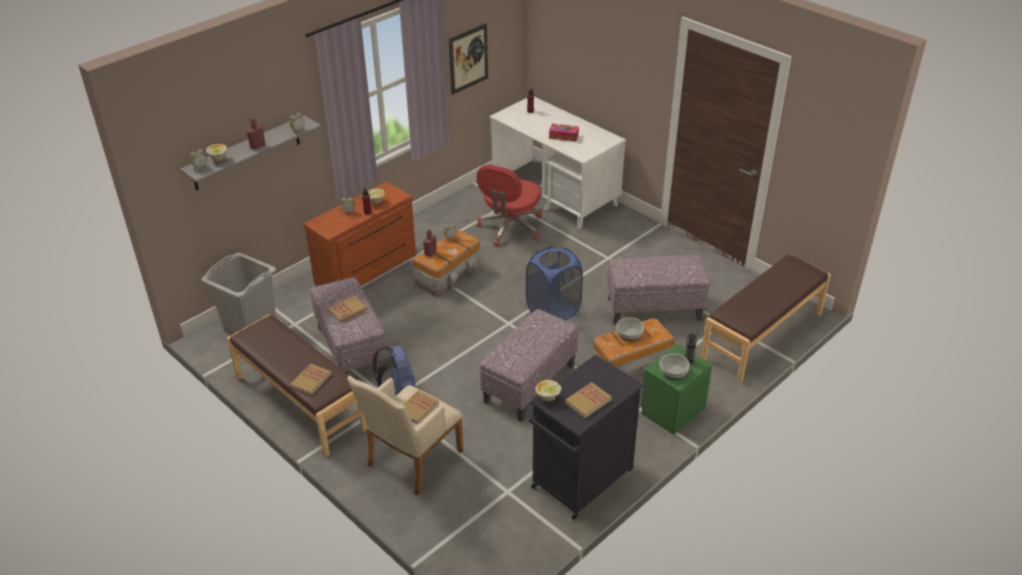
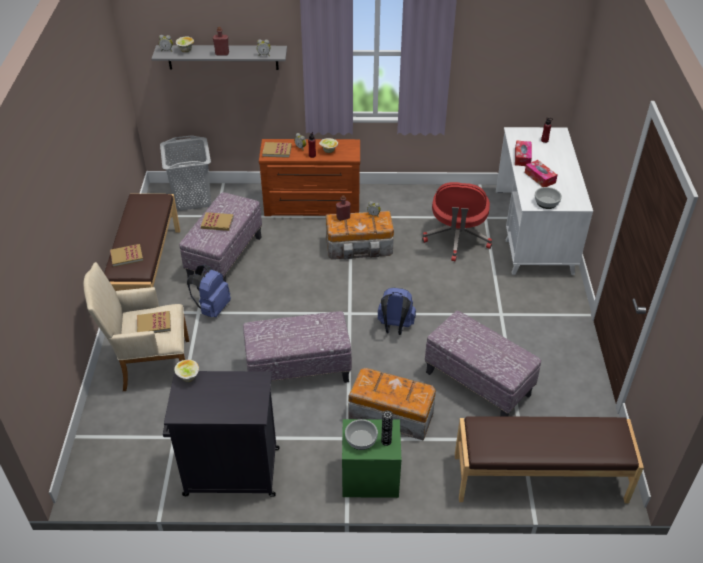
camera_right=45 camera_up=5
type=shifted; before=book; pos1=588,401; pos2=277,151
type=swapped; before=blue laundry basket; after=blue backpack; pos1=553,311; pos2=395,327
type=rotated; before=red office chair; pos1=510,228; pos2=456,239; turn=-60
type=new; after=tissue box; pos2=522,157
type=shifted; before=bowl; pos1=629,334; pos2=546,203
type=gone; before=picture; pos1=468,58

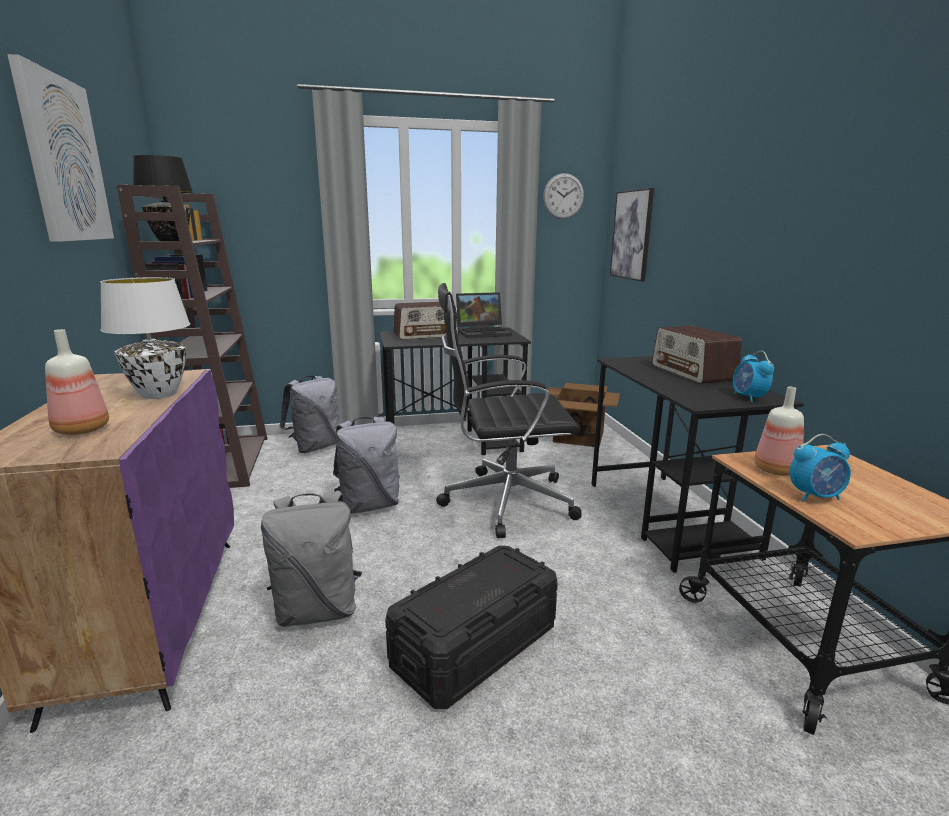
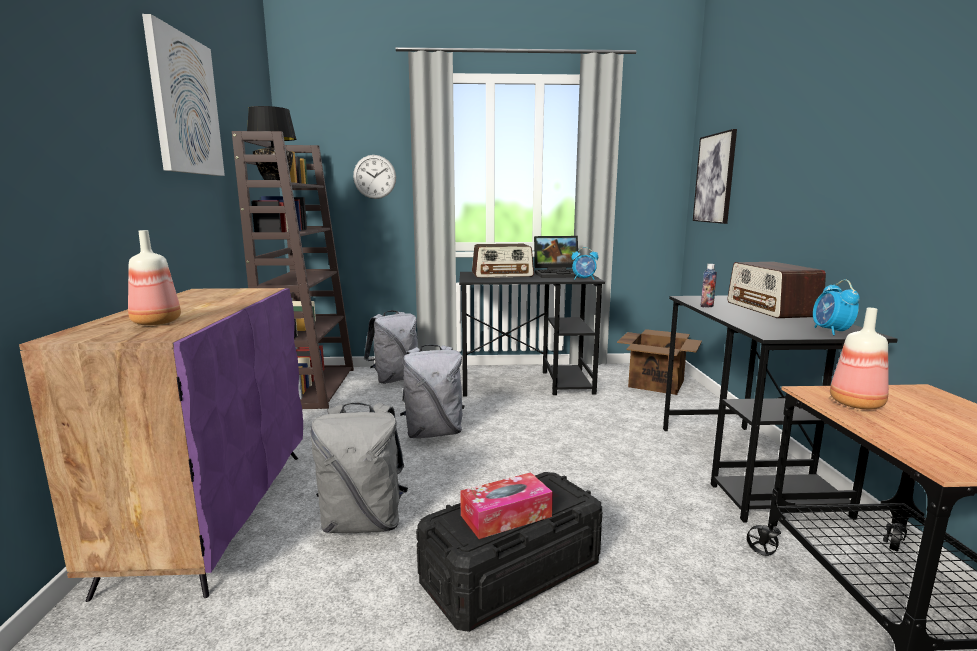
camera_right=10 camera_up=-5
type=shifted; before=wall clock; pos1=563,196; pos2=374,177
type=new; after=tissue box; pos2=506,516
type=shifted; before=alarm clock; pos1=815,497; pos2=584,279
type=new; after=bottle; pos2=707,306
type=gone; before=white table lamp; pos1=159,395
type=gone; before=black office chair; pos1=504,501

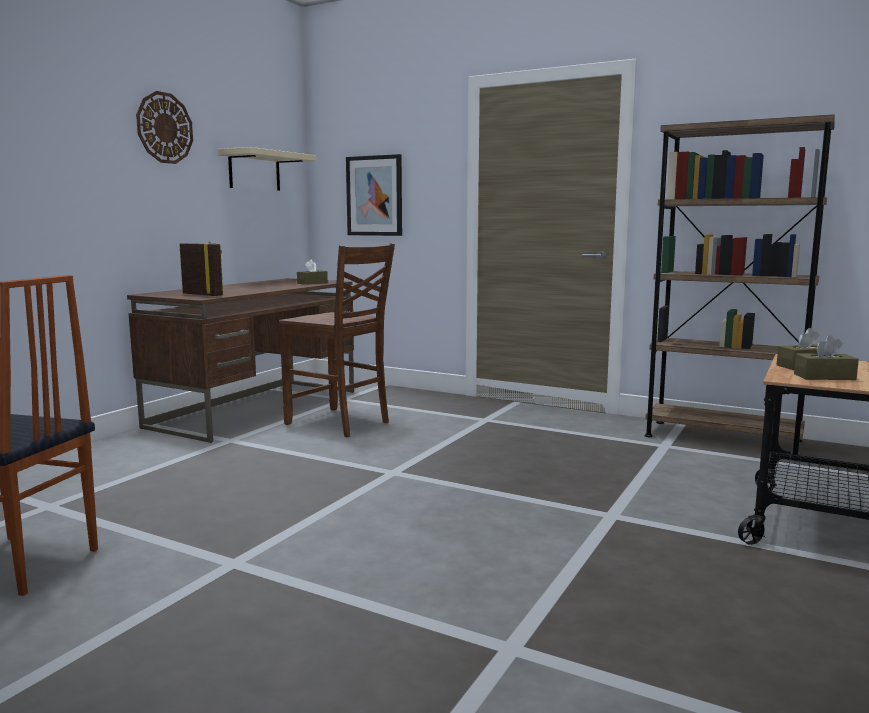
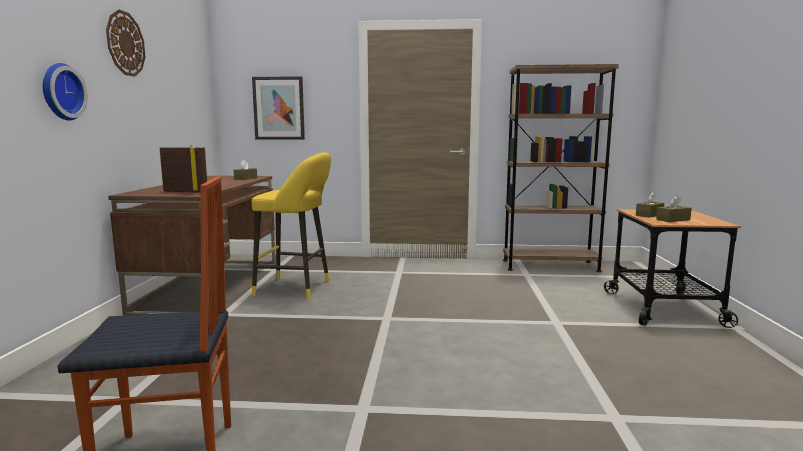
camera_right=-25 camera_up=0
type=new; after=wall clock; pos2=60,92
type=swapped; before=brown chair; after=yellow stool; pos1=339,423; pos2=297,288
type=gone; before=beige shelf; pos1=254,171

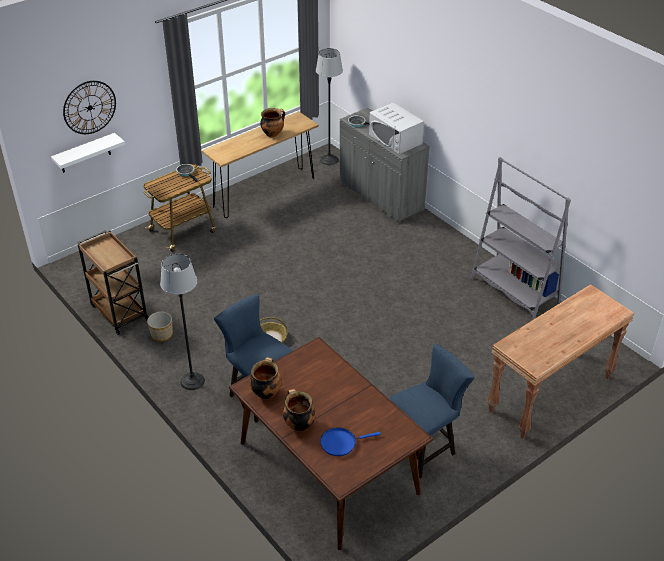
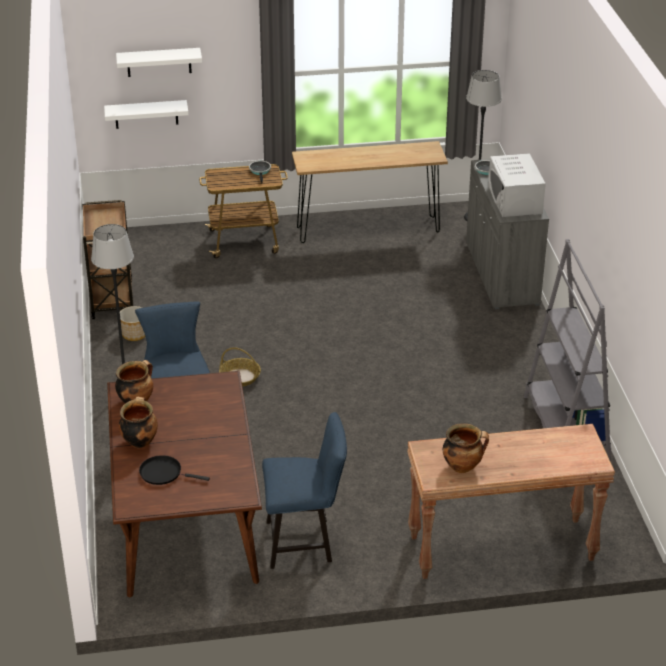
camera_right=30 camera_up=-5
type=swapped; before=wall clock; after=white shelf; pos1=89,107; pos2=159,62
type=repainted; before=blue frying pan; after=black frying pan; pos1=340,443; pos2=163,473
type=shifted; before=cooking pot; pos1=273,134; pos2=463,466

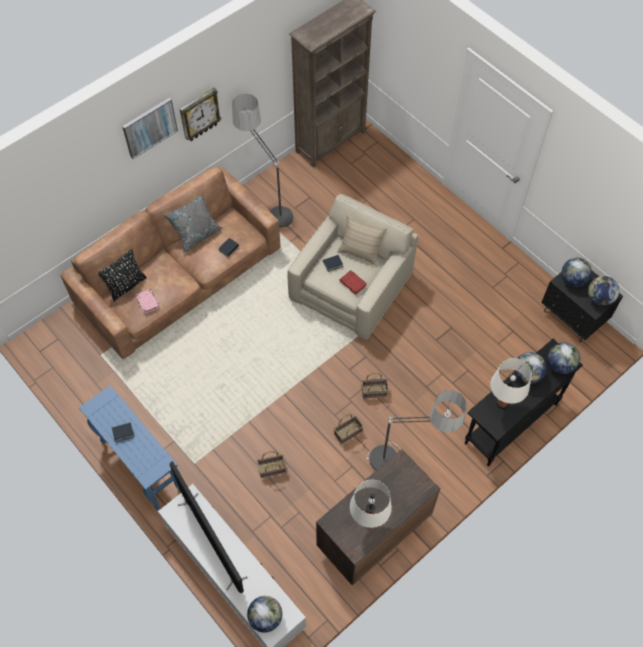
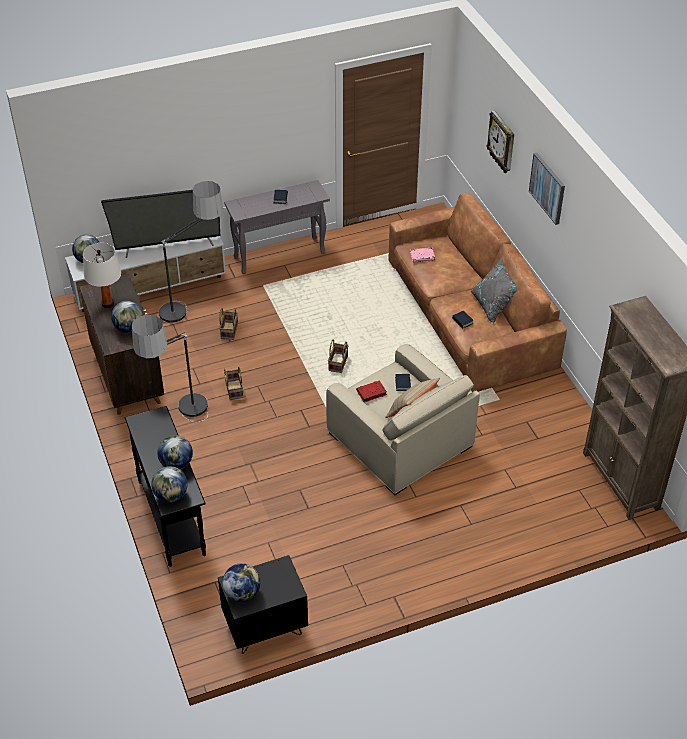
camera_right=110 camera_up=-15
type=shifted; before=globe; pos1=572,280; pos2=129,328
type=shifted; before=floor lamp; pos1=267,206; pos2=194,308
type=repainted; before=blue console table; after=grey console table; pos1=140,465; pos2=280,255
type=shifted; before=basket; pos1=374,391; pos2=338,364
type=shifted; before=wall clock; pos1=199,114; pos2=502,143
type=gone; before=black pillow; pos1=126,286
type=gone; before=white table lamp; pos1=502,403

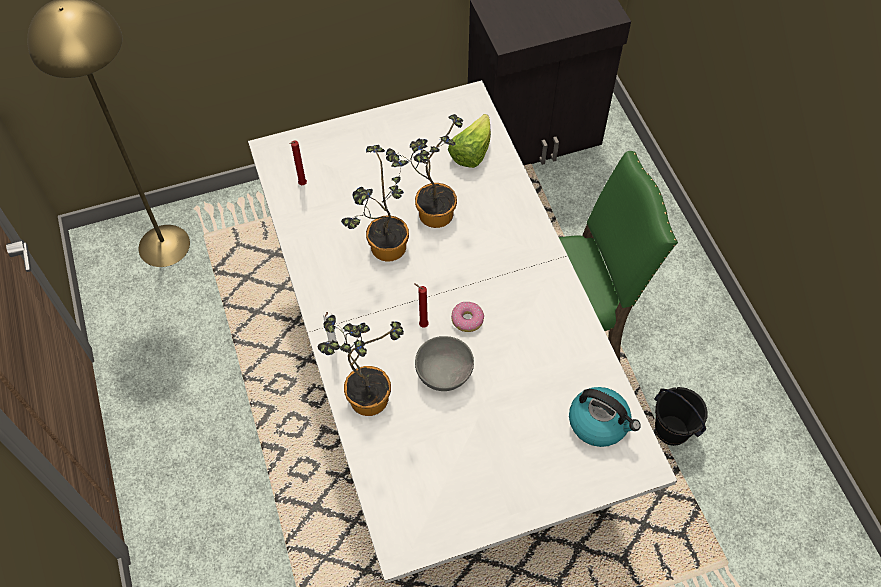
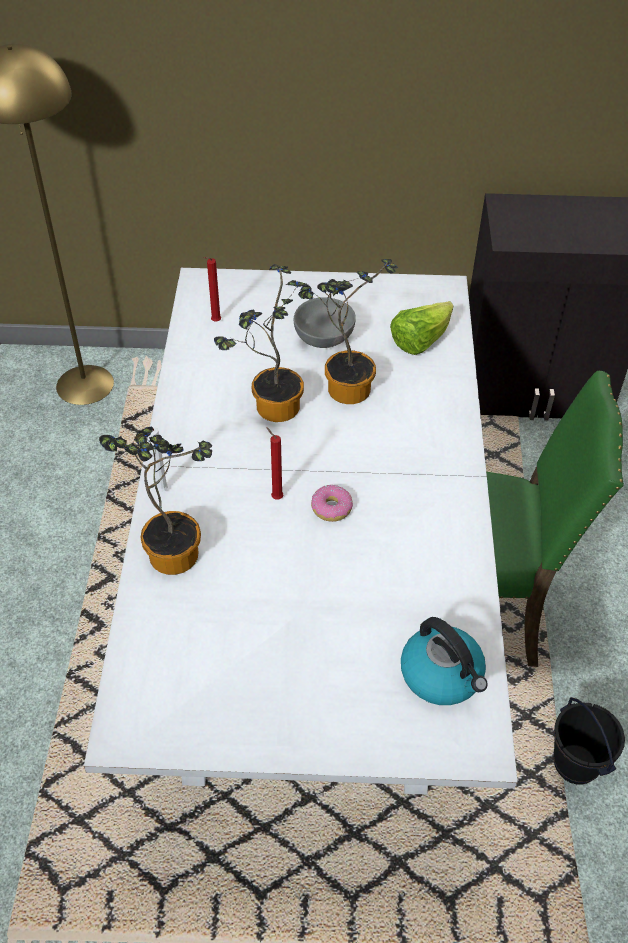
camera_right=20 camera_up=-10
type=shifted; before=grey bowl; pos1=445,374; pos2=324,339

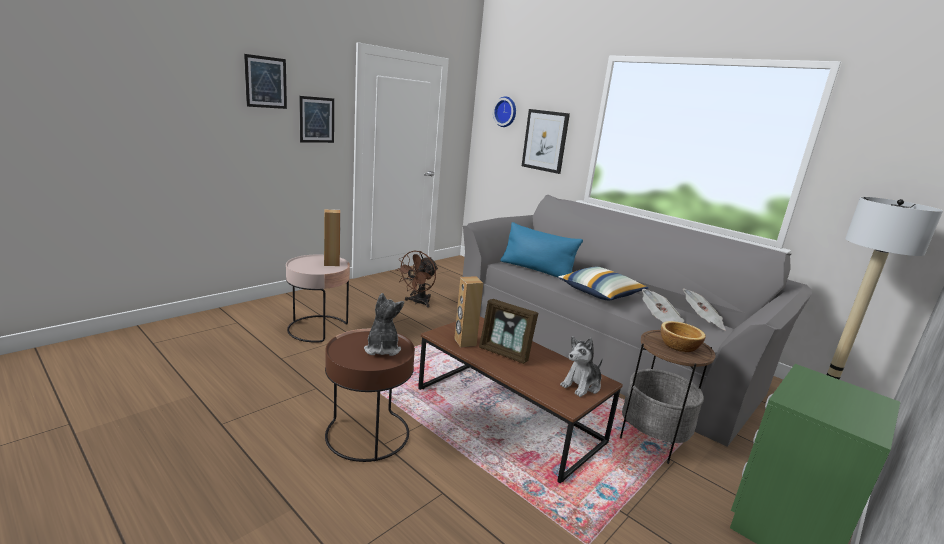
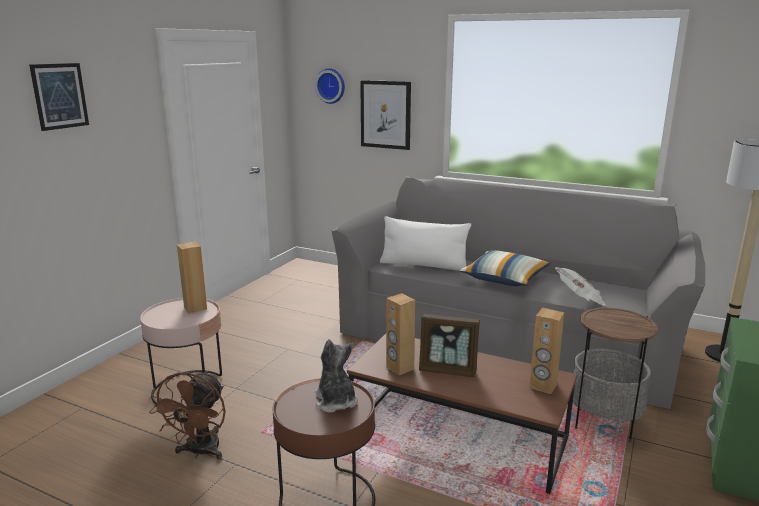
camera_right=-15 camera_up=0
type=shifted; before=brown fan; pos1=418,302; pos2=200,452
type=repainted; before=blue pillow; after=white pillow; pos1=536,270; pos2=423,265
type=swapped; before=plush toy; after=brown speaker; pos1=582,385; pos2=543,386
type=gone; before=picture; pos1=317,120
type=gone; before=bowl; pos1=678,346
type=gone; before=newspaper; pos1=701,321

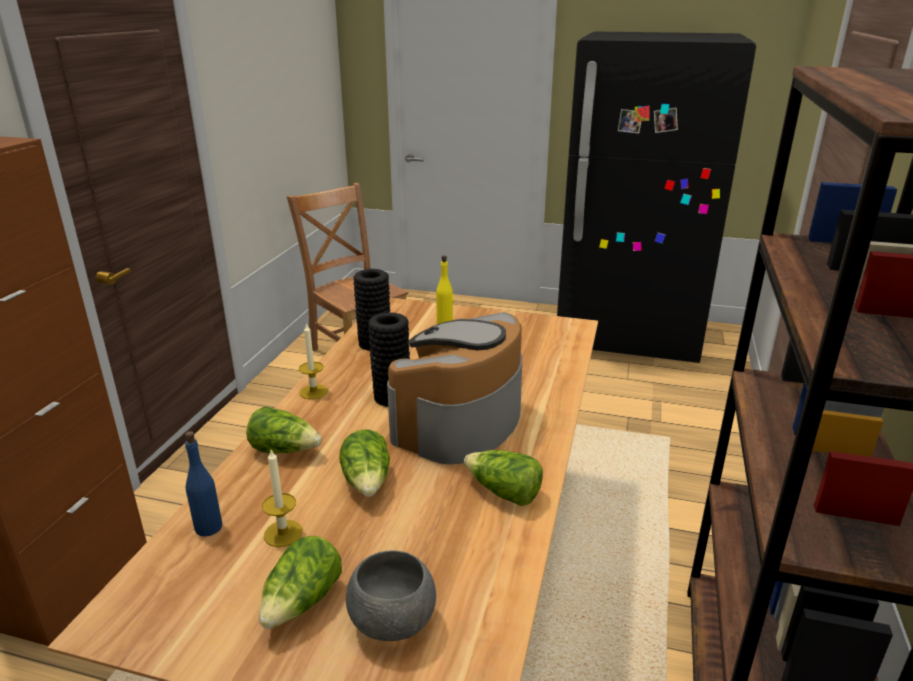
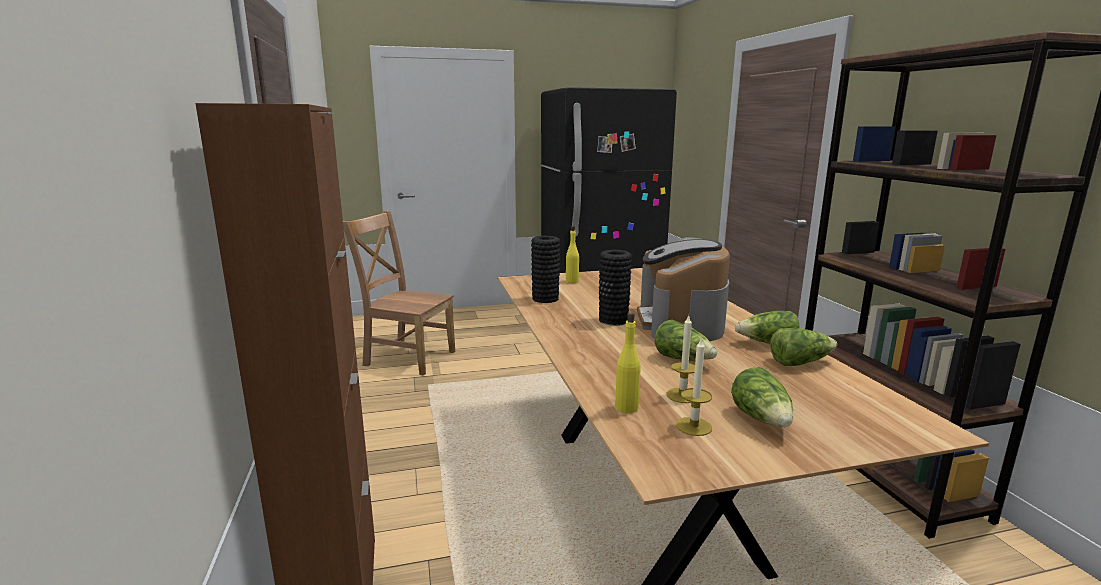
camera_right=-30 camera_up=-10
type=repainted; before=blue bottle; after=yellow bottle; pos1=208,527; pos2=626,407
type=shifted; before=candle; pos1=313,391; pos2=693,426
type=shifted; before=lettuce; pos1=285,450; pos2=799,362
type=gone; before=grey bowl; pos1=392,624

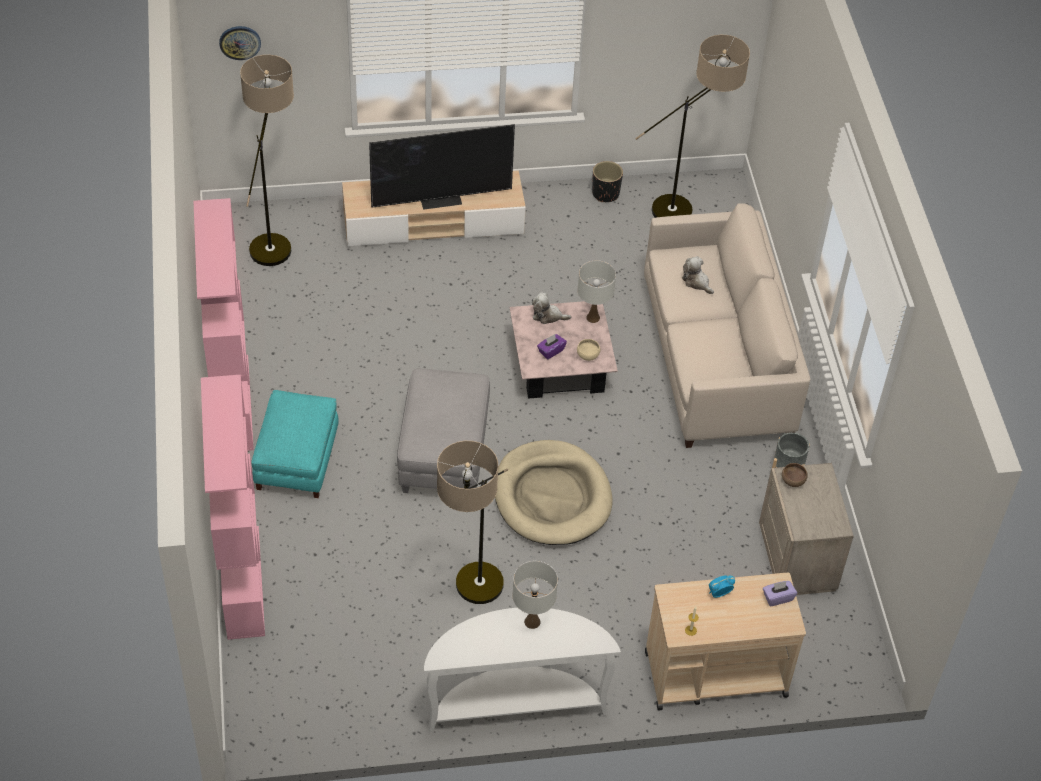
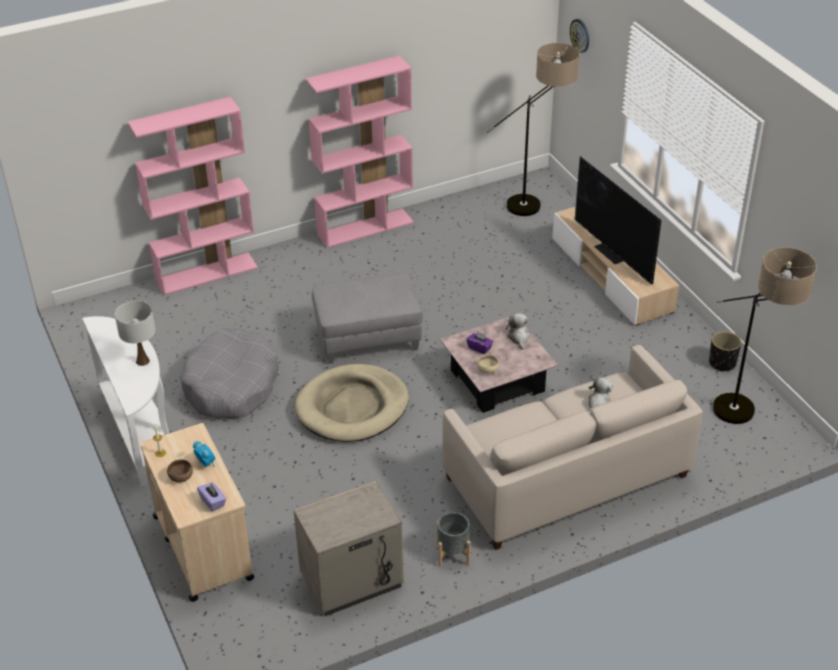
camera_right=75 camera_up=-10
type=shifted; before=brown bowl; pos1=792,480; pos2=181,477
type=swapped; before=floor lamp; after=grey dog bed; pos1=470,598; pos2=231,386
type=gone; before=turquoise ottoman; pos1=297,460
type=gone; before=white table lamp; pos1=593,317

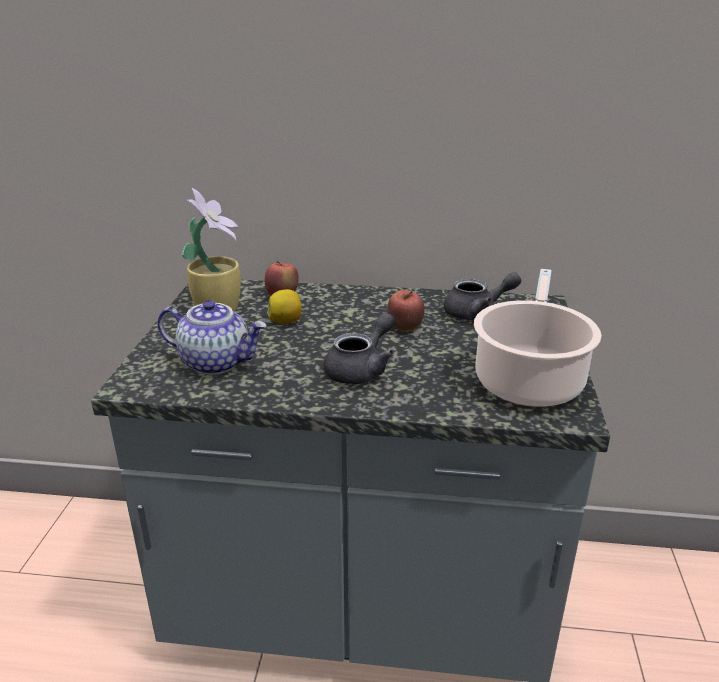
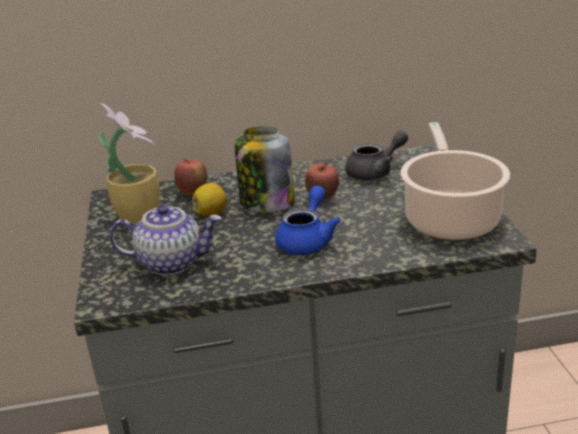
camera_right=-15 camera_up=0
type=new; after=jar; pos2=266,203
type=repainted; before=grey teapot; after=blue teapot; pos1=361,369; pos2=307,240

